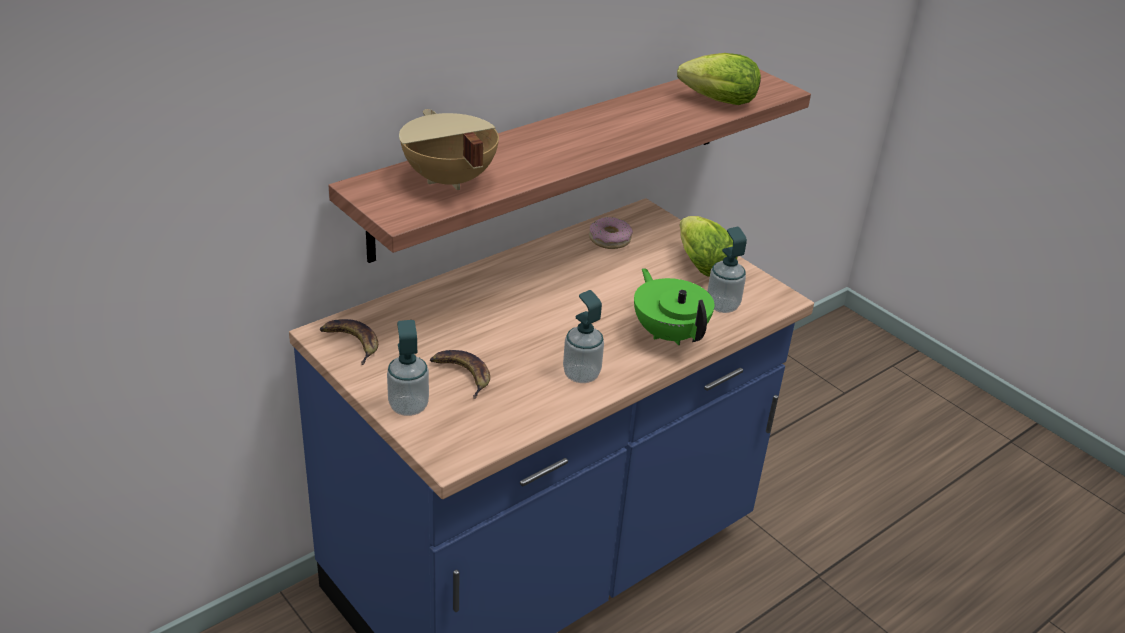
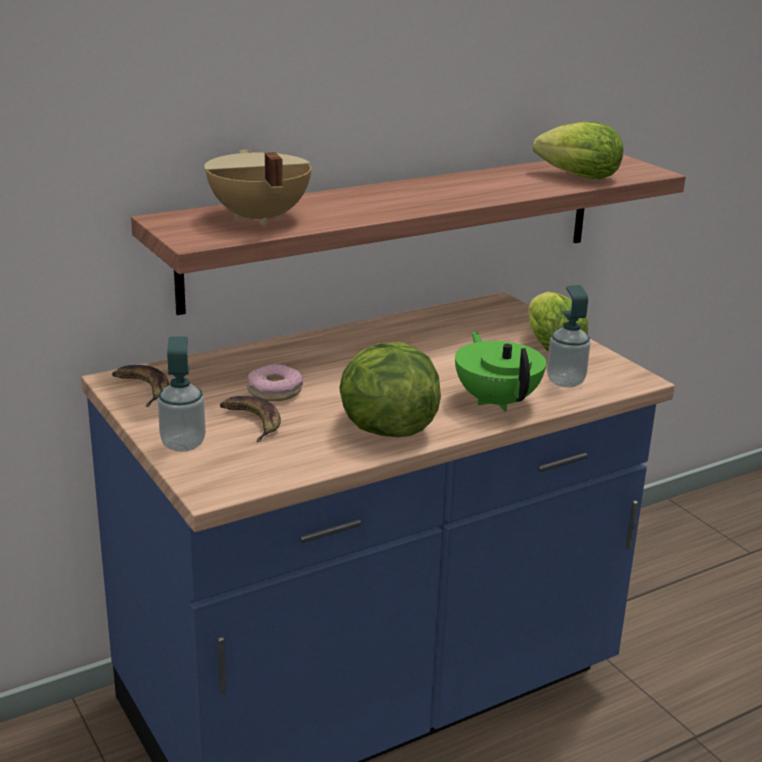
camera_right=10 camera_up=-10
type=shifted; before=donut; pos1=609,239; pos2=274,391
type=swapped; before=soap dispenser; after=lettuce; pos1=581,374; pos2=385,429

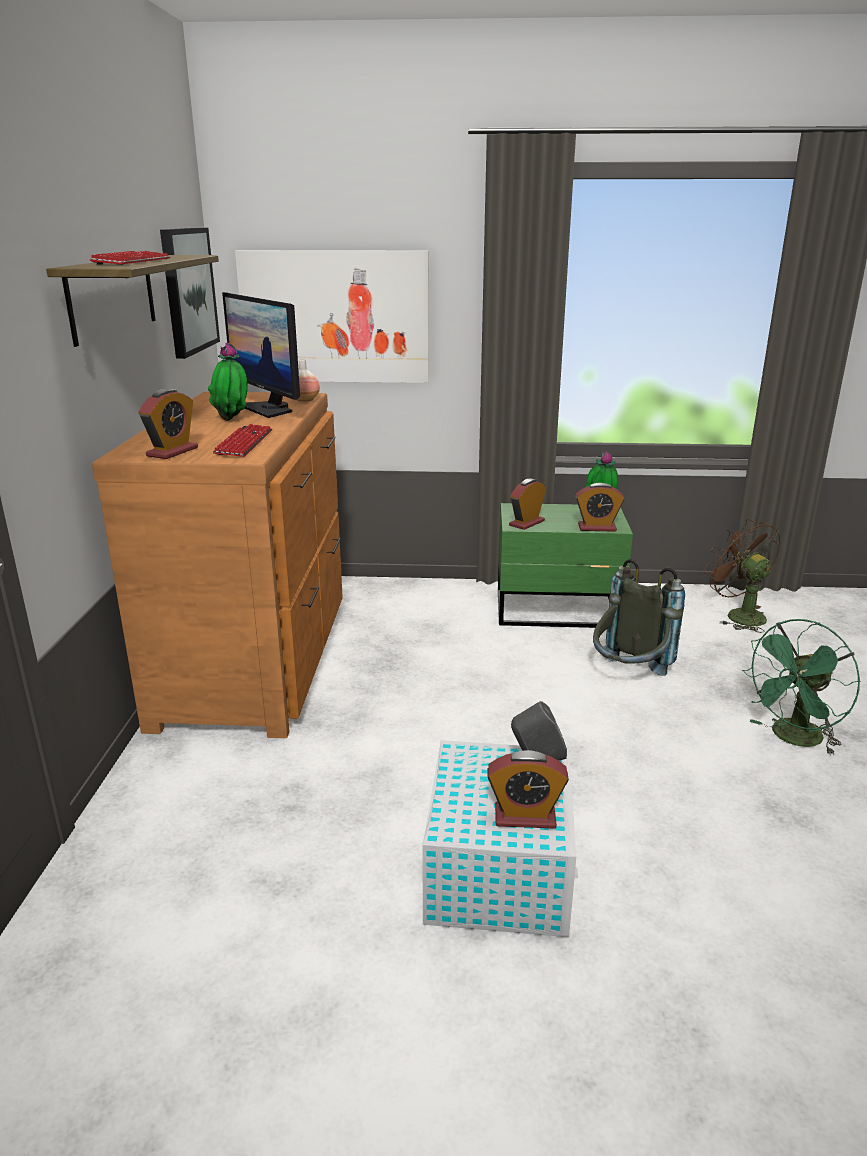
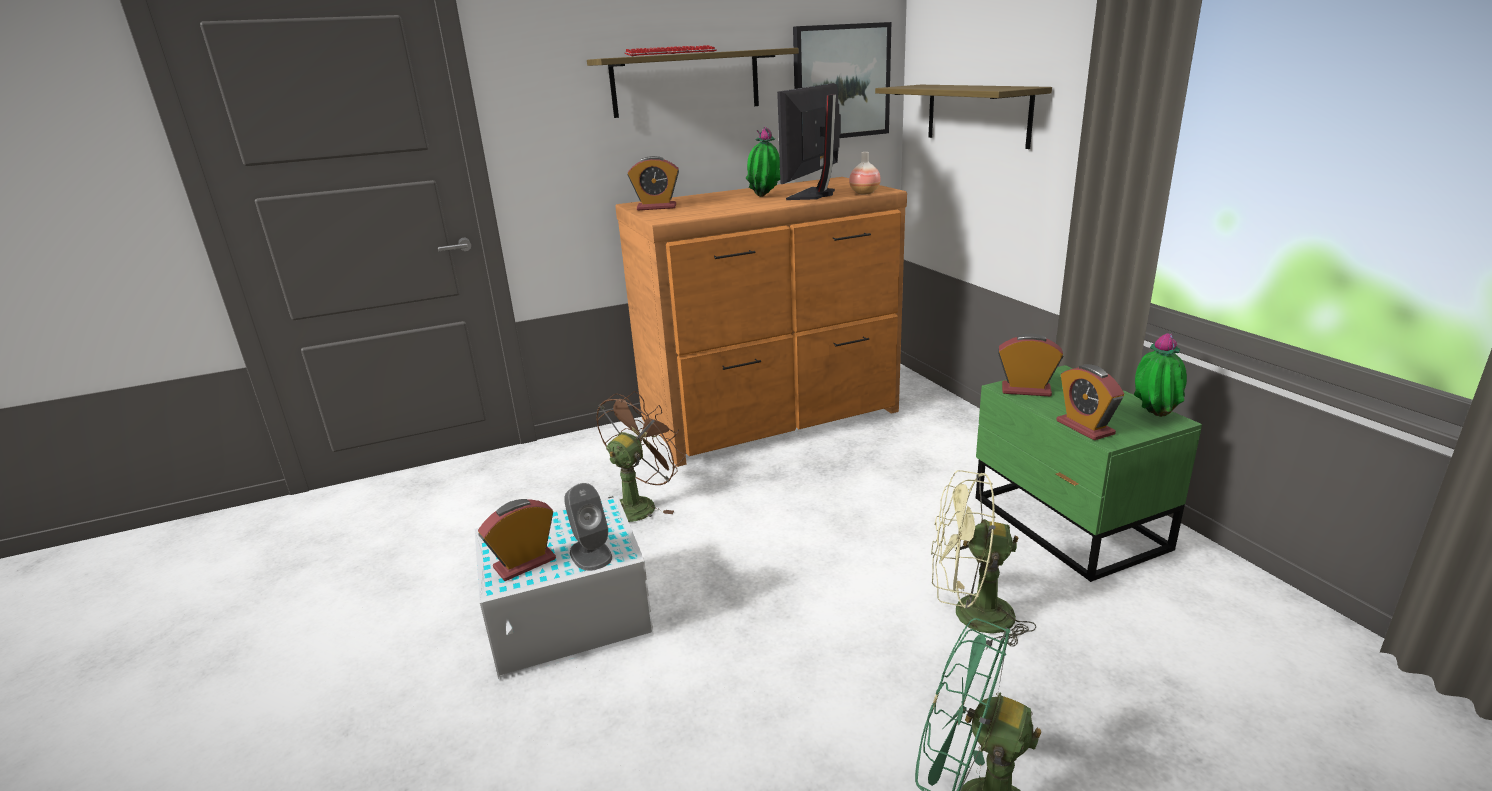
camera_right=65 camera_up=0
type=rotated; before=alarm clock; pos1=525,817; pos2=525,563; turn=75
type=shifted; before=brown fan; pos1=738,615; pos2=639,504
type=swapped; before=picture; after=shelf; pos1=335,317; pos2=977,114
type=swapped; before=grey backpack; after=green fan; pos1=628,677; pos2=970,616
type=gone; before=keyboard; pos1=244,443

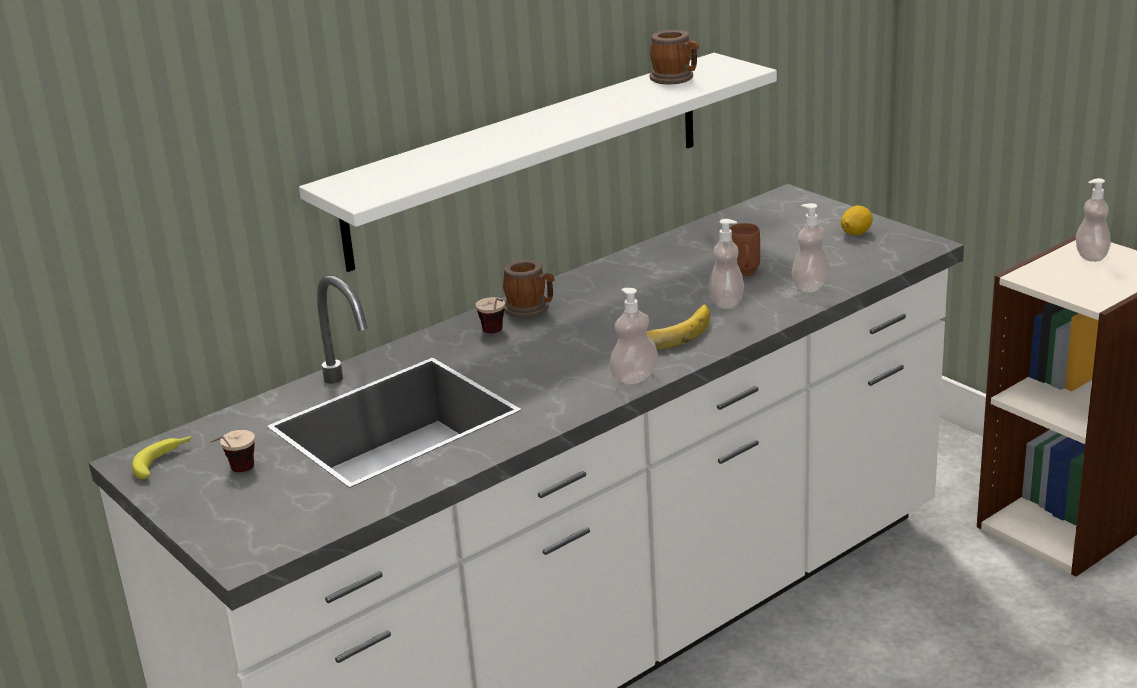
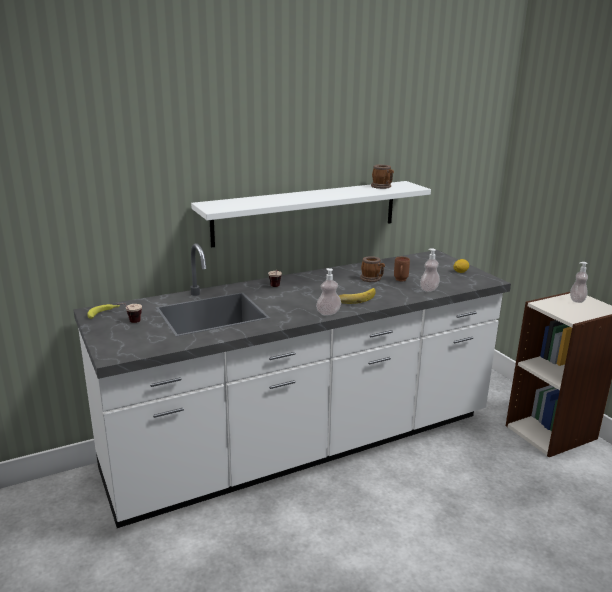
camera_right=10 camera_up=-5
type=shifted; before=mug; pos1=531,309; pos2=372,279
type=gone; before=soap dispenser; pos1=726,303

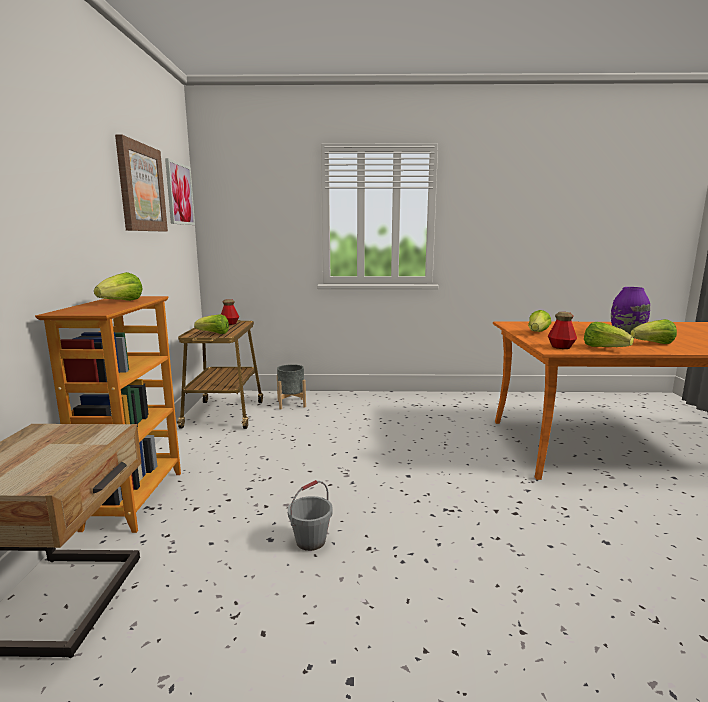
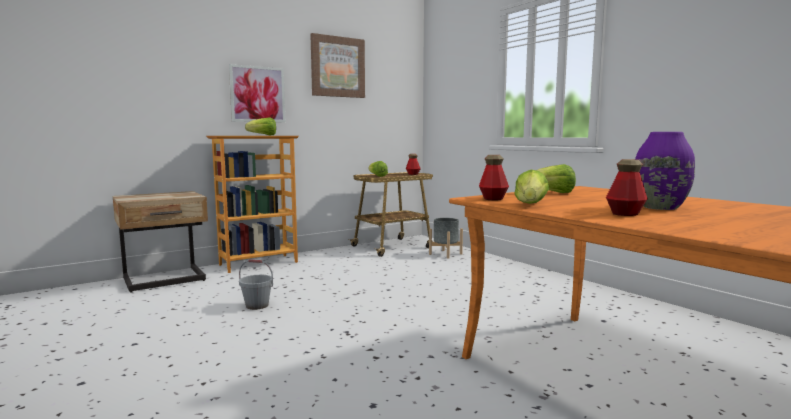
camera_right=55 camera_up=-5
type=shifted; before=picture; pos1=179,194; pos2=257,94
type=swapped; before=lettuce; after=bottle; pos1=653,344; pos2=625,214

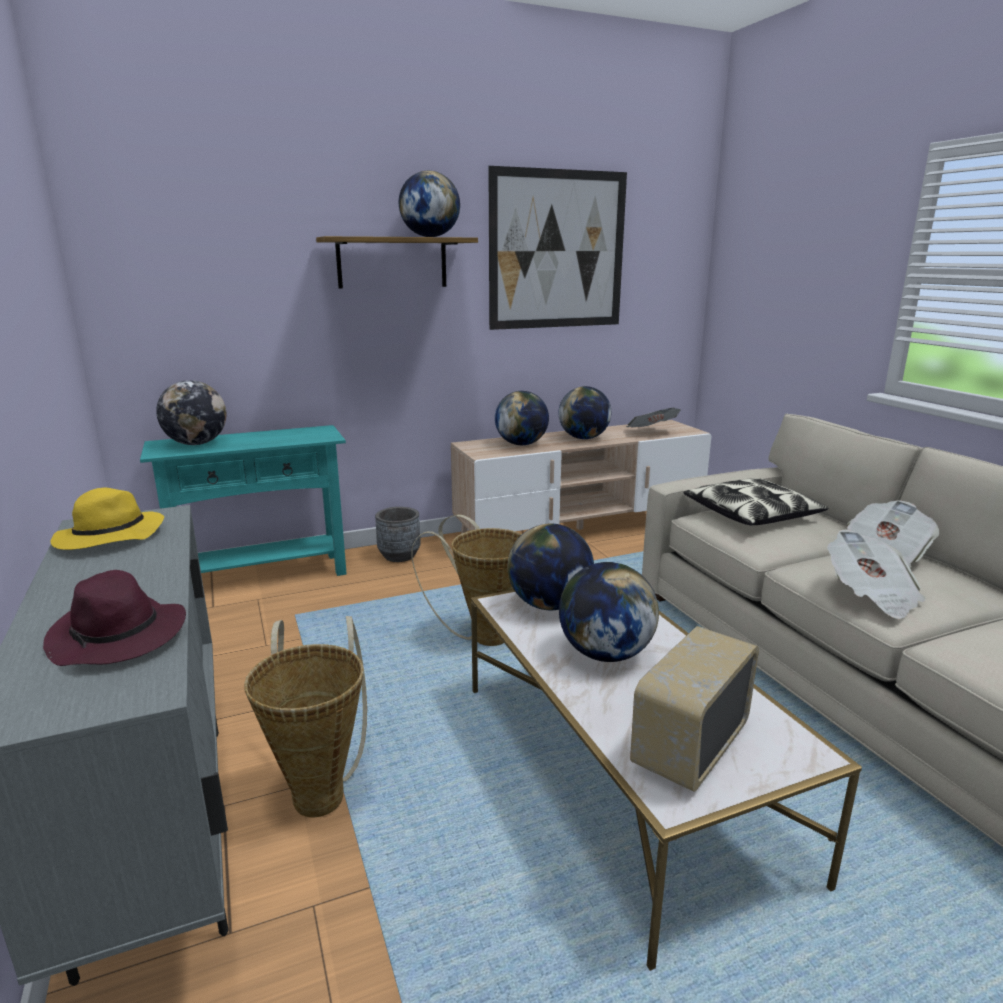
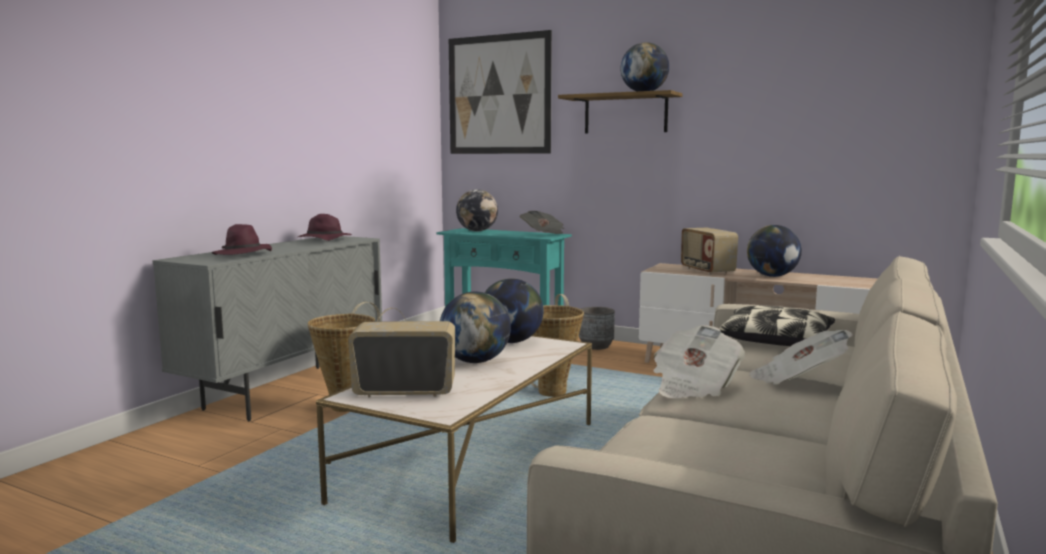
camera_right=50 camera_up=-10
type=repainted; before=yellow hat; after=purple hat; pos1=109,538; pos2=324,240
type=shifted; before=picture; pos1=557,250; pos2=499,95
type=shifted; before=newspaper; pos1=651,432; pos2=544,235
type=swapped; before=globe; after=radio; pos1=521,444; pos2=706,271

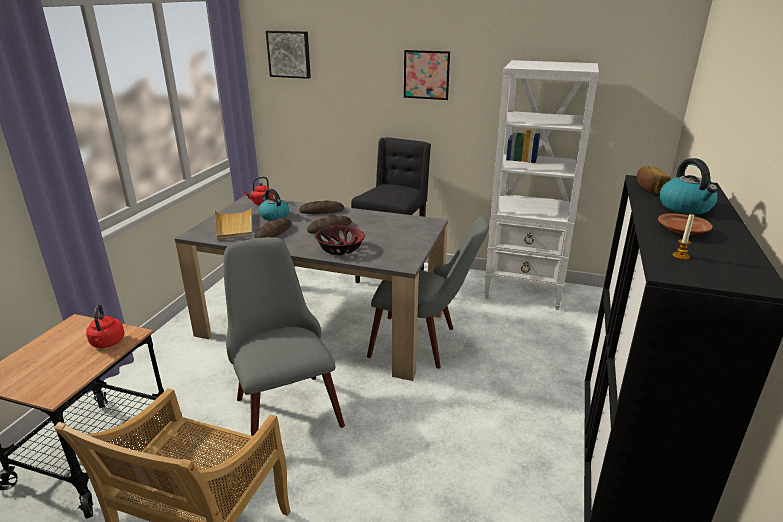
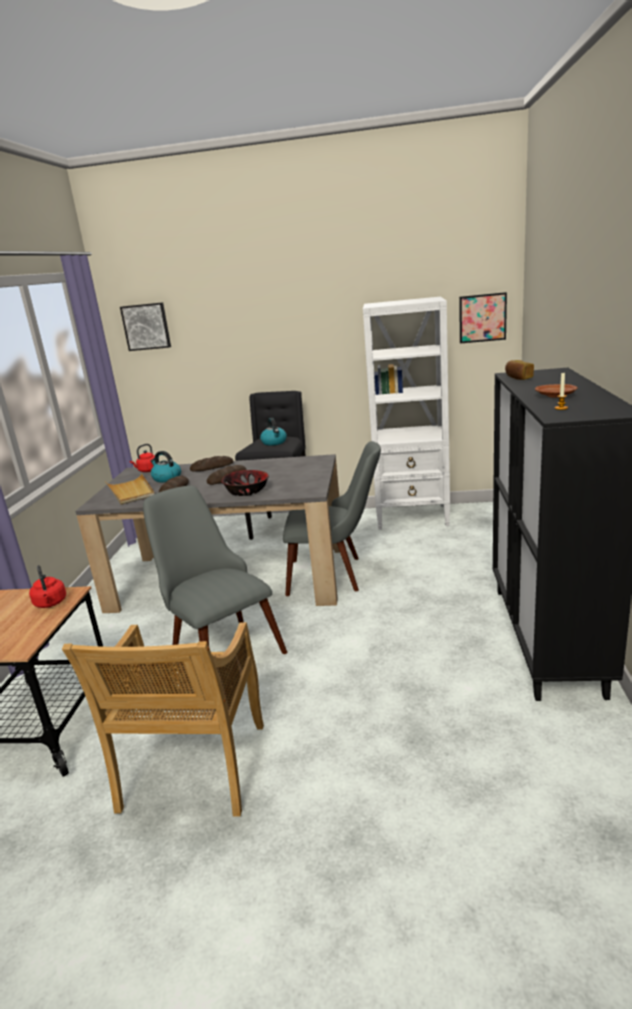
camera_right=-10 camera_up=-5
type=shifted; before=kettle; pos1=686,207; pos2=274,442
type=shifted; before=picture; pos1=426,75; pos2=482,318

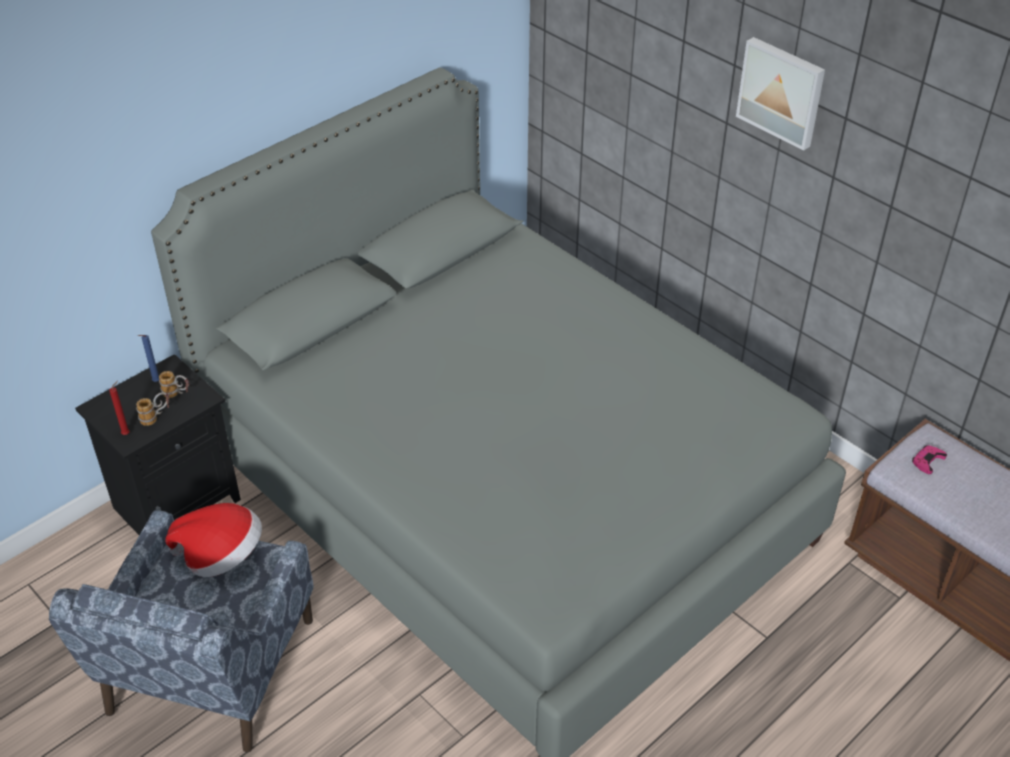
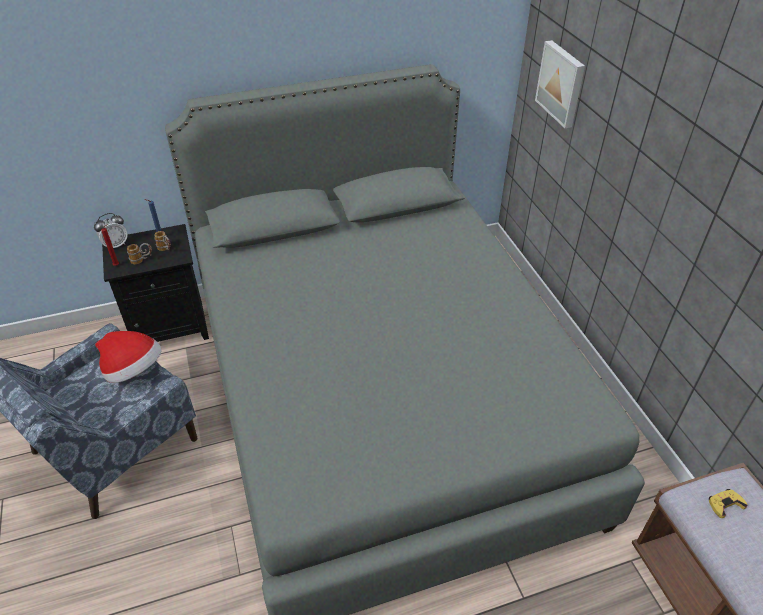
camera_right=25 camera_up=0
type=new; after=alarm clock; pos2=116,245
type=shifted; before=picture; pos1=782,92; pos2=561,83
type=repainted; before=pink game controller; after=yellow game controller; pos1=927,461; pos2=725,504

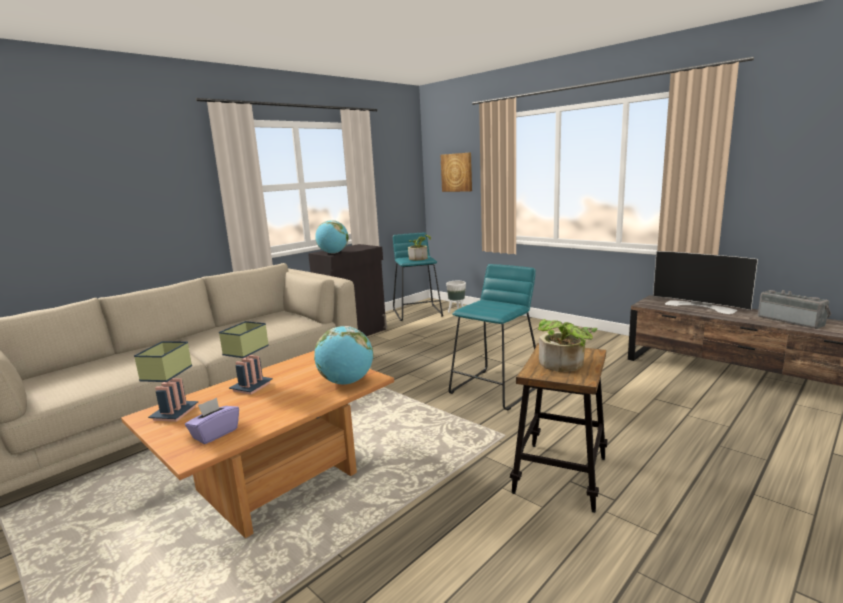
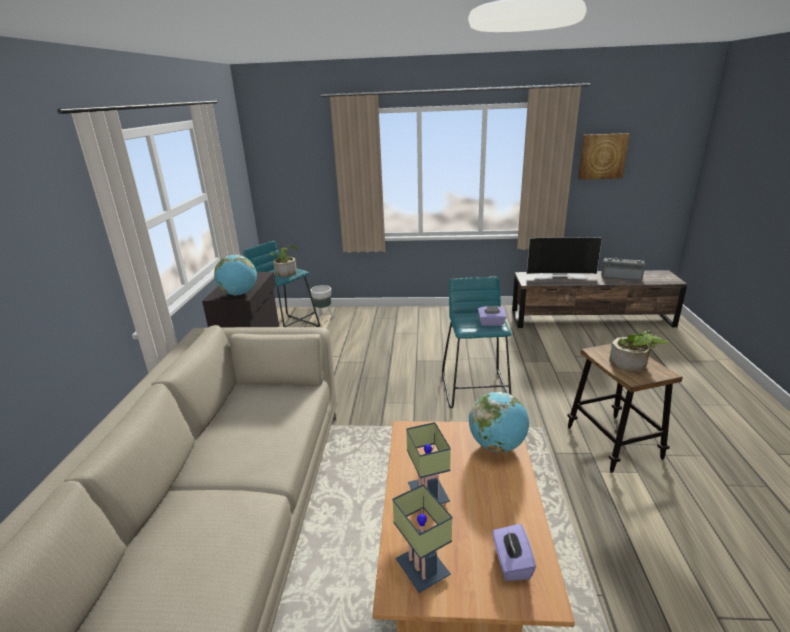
camera_right=-40 camera_up=10
type=new; after=purple tissue box; pos2=491,323
type=shifted; before=picture; pos1=457,172; pos2=602,156

